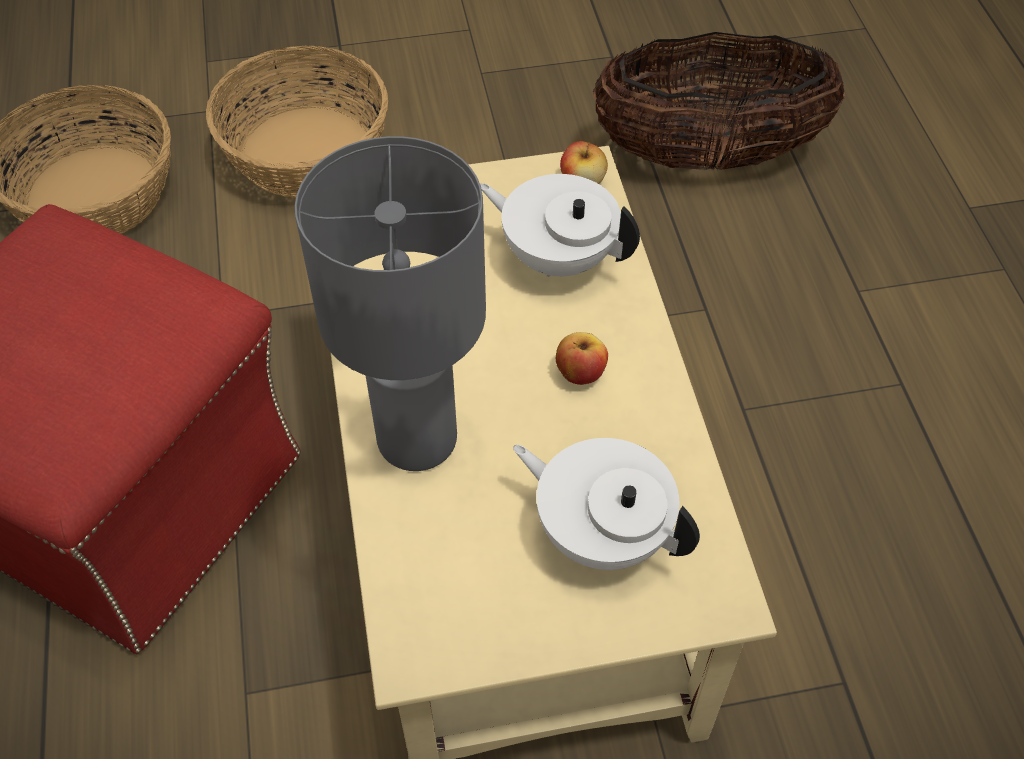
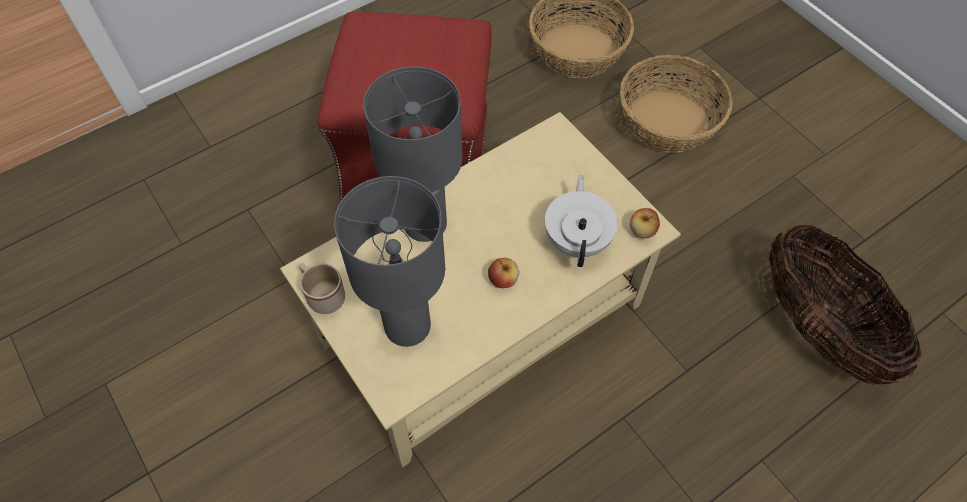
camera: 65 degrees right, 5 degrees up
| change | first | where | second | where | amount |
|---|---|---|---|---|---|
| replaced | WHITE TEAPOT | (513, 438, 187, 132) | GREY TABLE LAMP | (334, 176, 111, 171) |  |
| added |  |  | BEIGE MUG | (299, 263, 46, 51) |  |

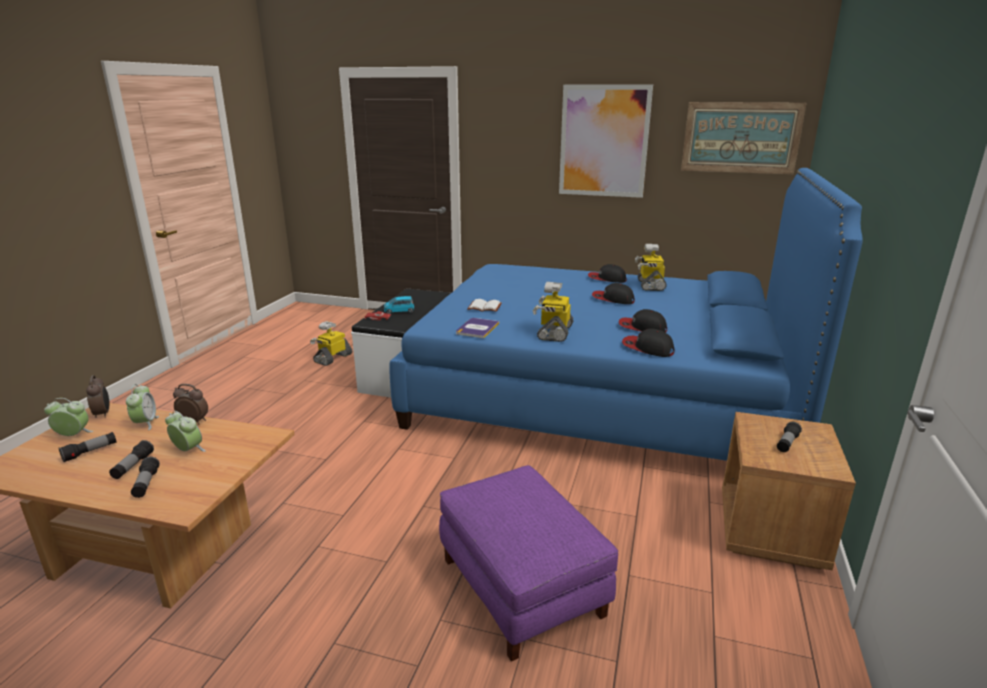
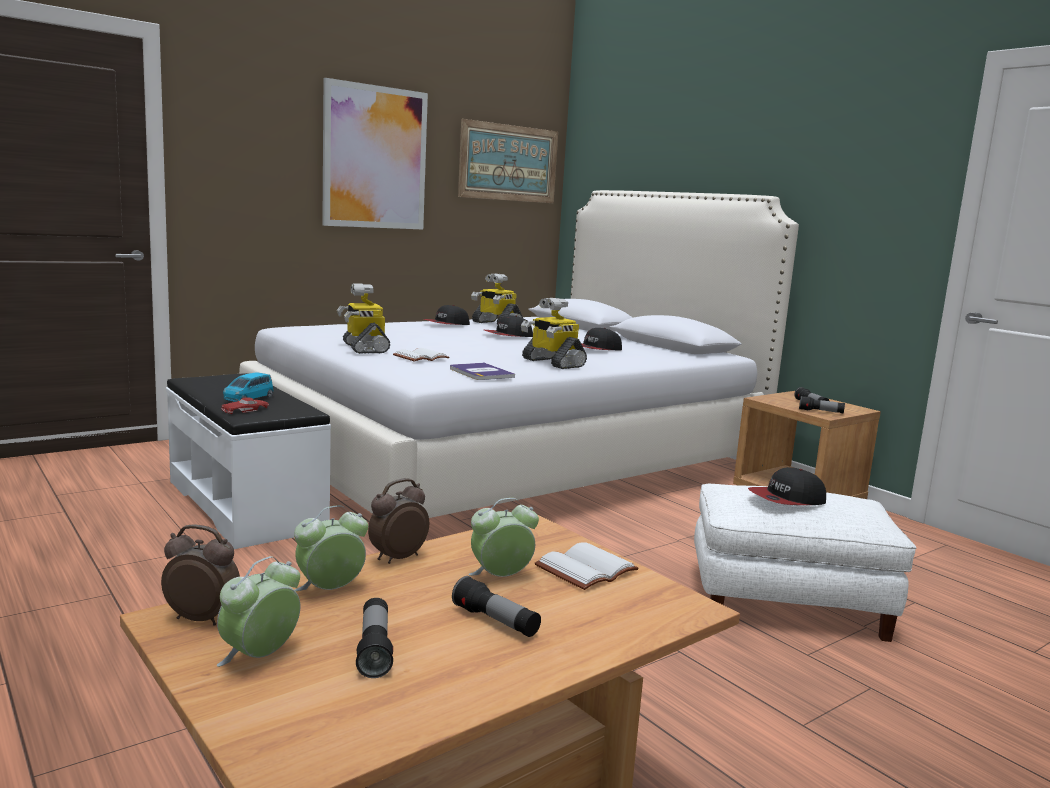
camera: 55 degrees left, 10 degrees down
| change | first | where | second | where | amount |
|---|---|---|---|---|---|
| turned | ALARM CLOCK | (126, 384, 33, 46) |  | (294, 505, 74, 86) | 60 degrees counterclockwise |
| moved | FLASHLIGHT | (131, 457, 29, 41) |  | (799, 396, 46, 18) |  |
| moved | TOY ROBOT | (310, 321, 42, 45) |  | (337, 284, 53, 70) |  |
| recoloured | BLUE BED | (389, 168, 474, 293) | WHITE BED | (239, 190, 560, 328) |  |
| recoloured | PURPLE OTTOMAN | (439, 465, 179, 196) | WHITE OTTOMAN | (694, 484, 222, 158) |  |
| moved | CAP | (622, 328, 53, 29) |  | (748, 467, 78, 38) |  |
| added |  |  | WHITE BOOK | (535, 542, 103, 48) |  |

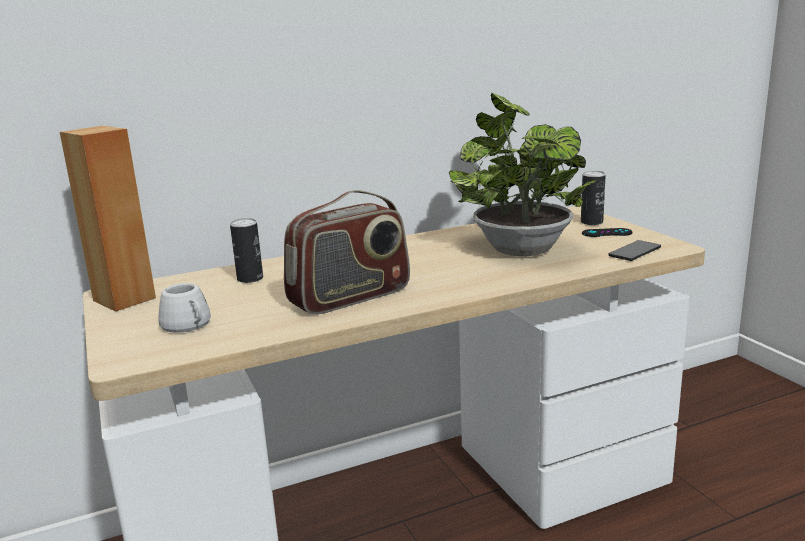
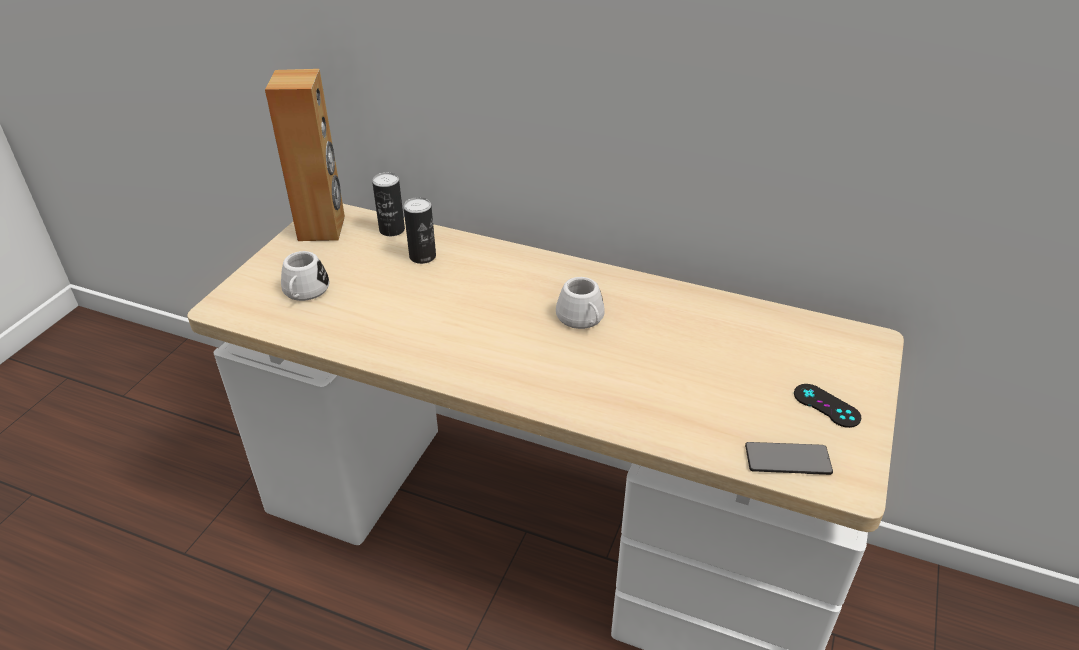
camera: 45 degrees right, 20 degrees up
| change | first | where | second | where | amount |
|---|---|---|---|---|---|
| removed | RADIO | (284, 190, 126, 125) |  |  |  |
| removed | POTTED PLANT | (449, 93, 149, 164) |  |  |  |
| moved | CAN | (581, 171, 25, 54) |  | (372, 172, 33, 64) |  |
| added |  |  | WHITE MUG | (556, 277, 49, 52) |  |

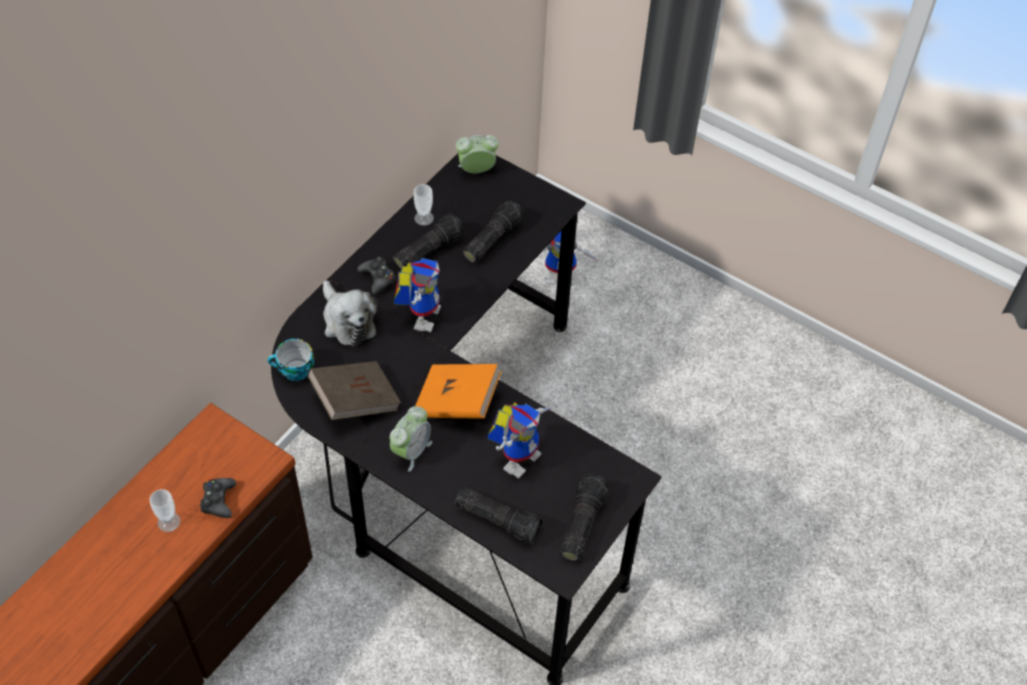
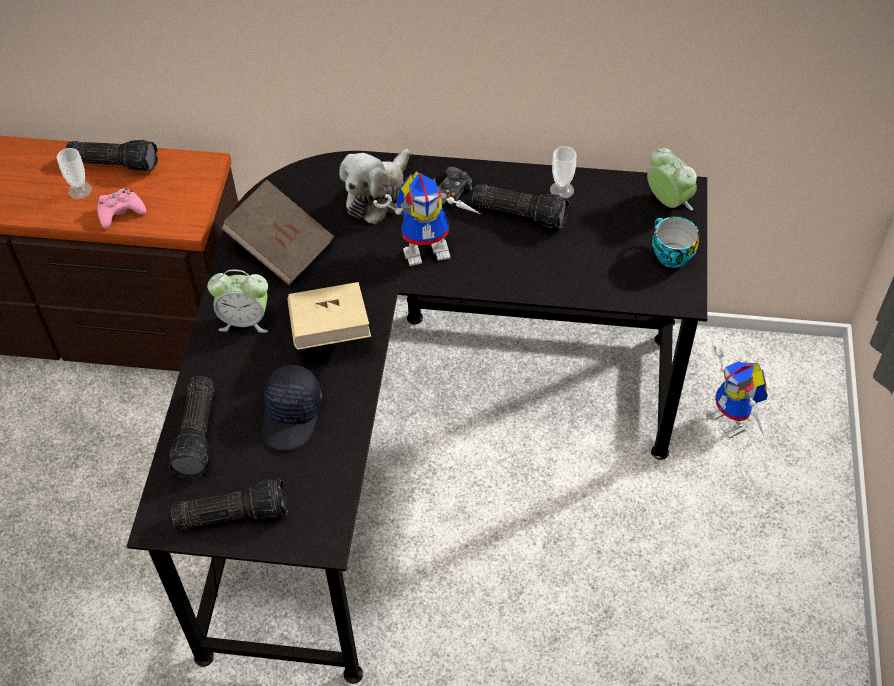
camera: 65 degrees right, 0 degrees up
| change | first | where | second | where | amount |
|---|---|---|---|---|---|
| recoloured | BLACK GAME CONTROLLER | (200, 478, 36, 40) | PINK GAME CONTROLLER | (97, 188, 49, 40) |  |
| moved | CUP | (268, 339, 46, 42) |  | (652, 217, 47, 51) |  |
| recoloured | ORANGE BOOK | (415, 364, 87, 55) | BEIGE BOOK | (288, 282, 83, 68) |  |
| moved | FLASHLIGHT | (463, 200, 61, 63) |  | (66, 140, 92, 32) |  |
| replaced | TOY ROBOT | (488, 402, 63, 77) | BLACK CAP | (262, 365, 60, 85) |  |

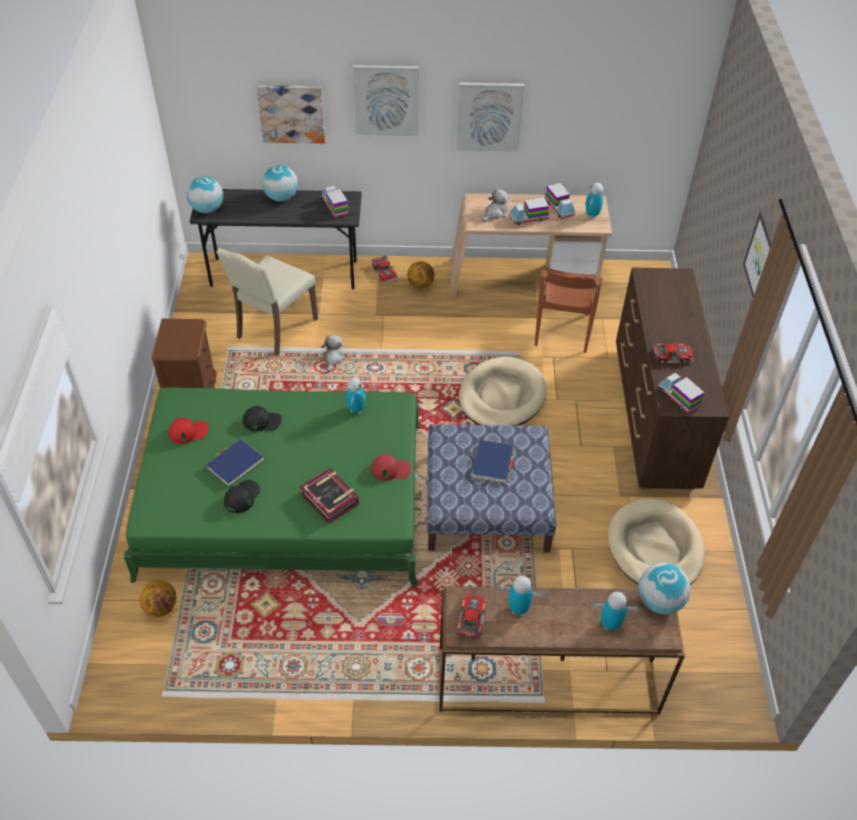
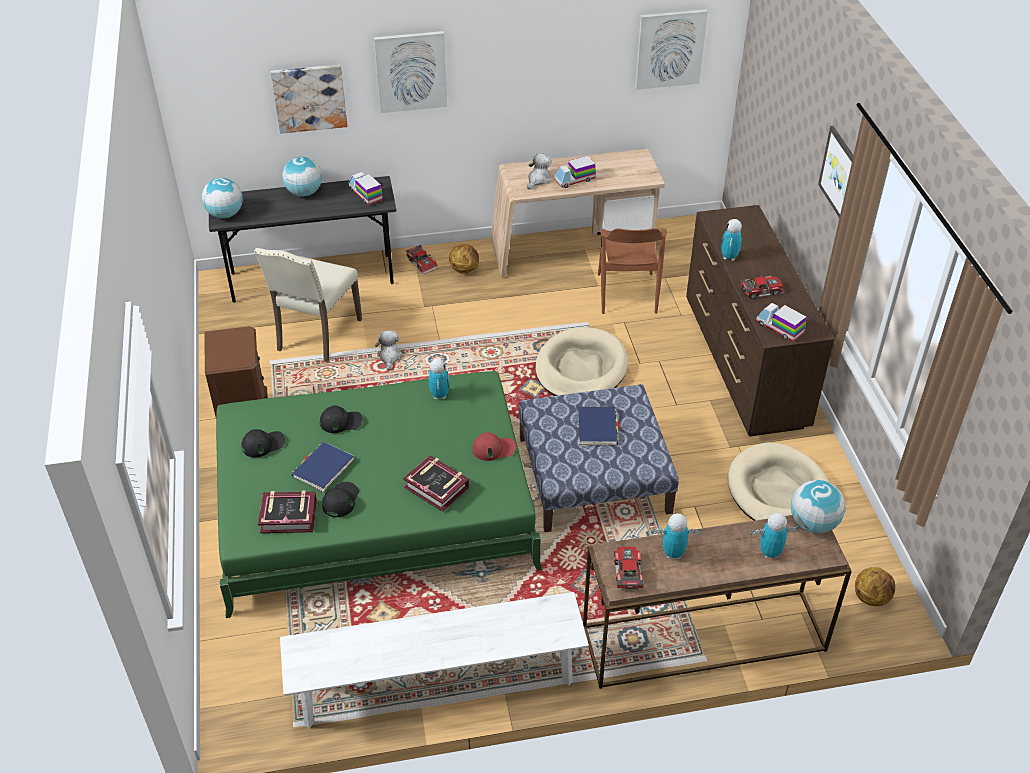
camera: 10 degrees left, 5 degrees down
| change | first | where | second | where | amount |
|---|---|---|---|---|---|
| moved | BASKETBALL | (140, 580, 36, 37) |  | (855, 567, 40, 39) |  |
| recoloured | RED CAP | (169, 418, 39, 26) | BLACK CAP | (241, 429, 44, 28) |  |
| moved | PICTURE | (457, 82, 68, 70) |  | (635, 9, 73, 81) |  |
| removed | TOY TRUCK | (545, 183, 30, 36) |  |  |  |
| moved | TOY ROBOT | (585, 183, 18, 36) |  | (721, 219, 21, 42) |  |
| added |  |  | BOOK | (258, 490, 59, 43) |  |
| added |  |  | WHITE BENCH | (280, 592, 309, 136) |  |

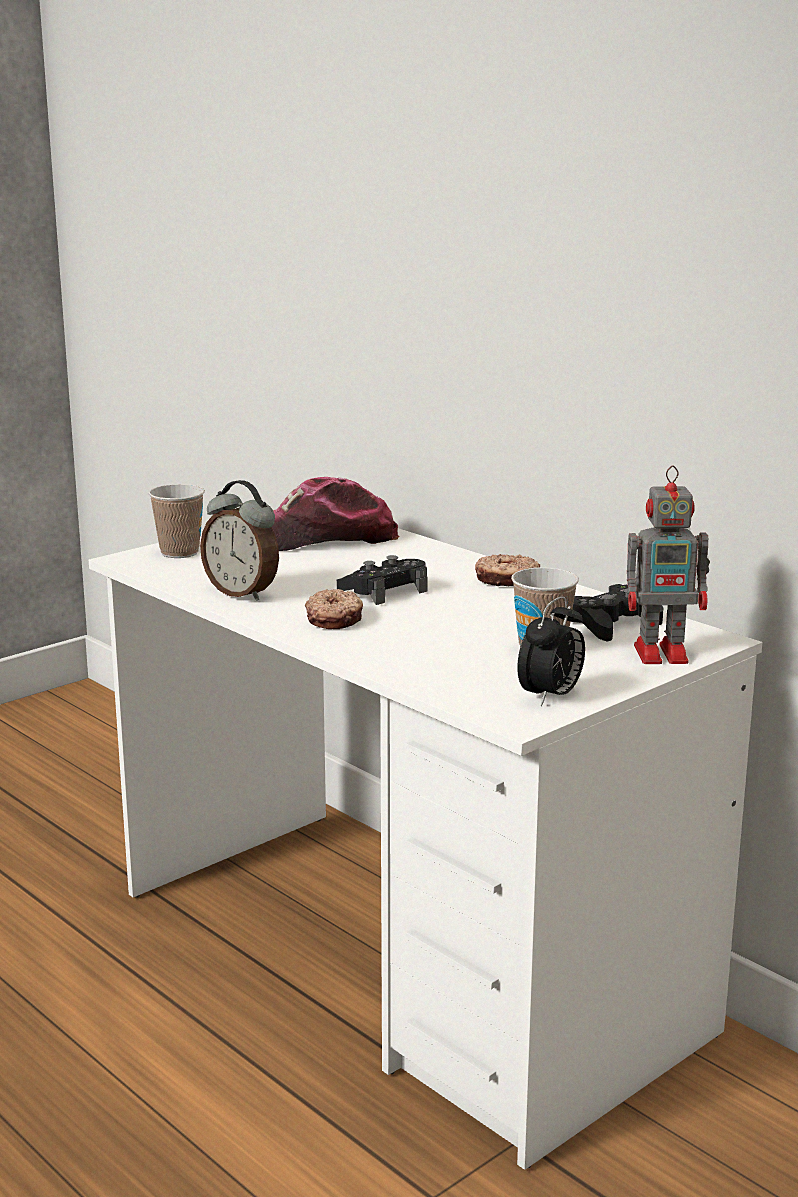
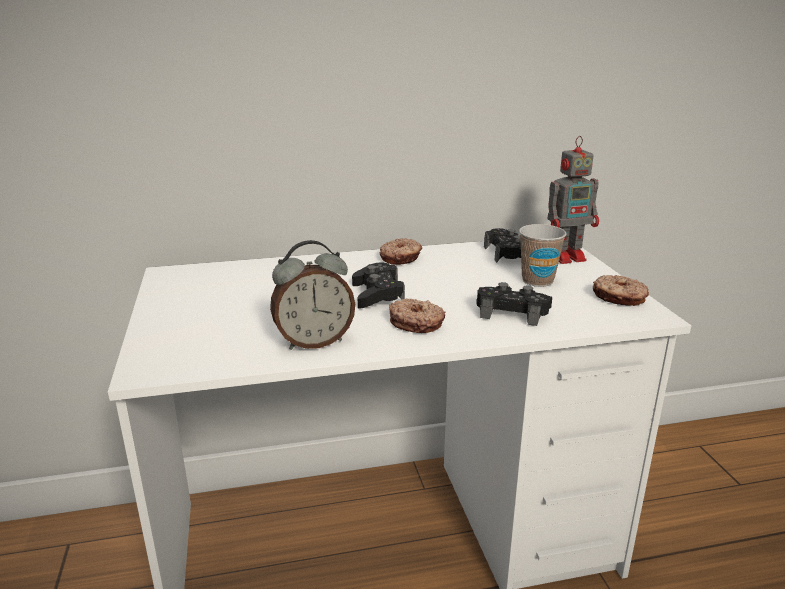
camera: 60 degrees left, 5 degrees up
| change | first | where | second | where | amount |
|---|---|---|---|---|---|
| removed | CUP | (149, 484, 56, 74) |  |  |  |
| removed | CAP | (272, 477, 127, 74) |  |  |  |
| replaced | ALARM CLOCK | (517, 596, 68, 110) | DONUT | (593, 275, 56, 31) |  |
| turned | TOY ROBOT | (627, 465, 83, 199) |  | (548, 136, 51, 128) | 45 degrees clockwise |
| added |  |  | BLACK GAME CONTROLLER | (476, 282, 76, 44) |  |

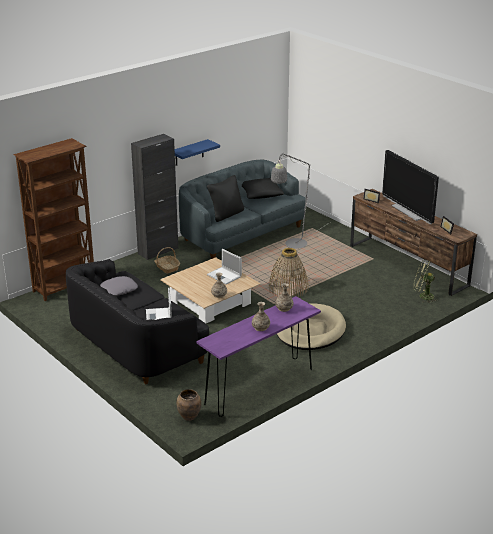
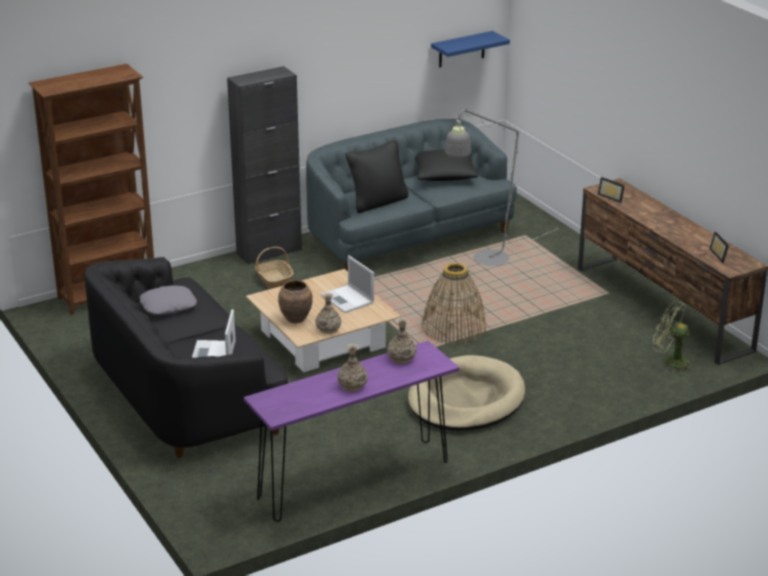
camera: 10 degrees right, 0 degrees up
| change | first | where | second | where | amount |
|---|---|---|---|---|---|
| moved | BLUE SHELF | (175, 139, 45, 27) |  | (431, 31, 79, 36) |  |
| moved | BROWN VASE | (176, 389, 26, 32) |  | (278, 280, 35, 43) |  |
| removed | TELEVISION | (382, 150, 57, 74) |  |  |  |

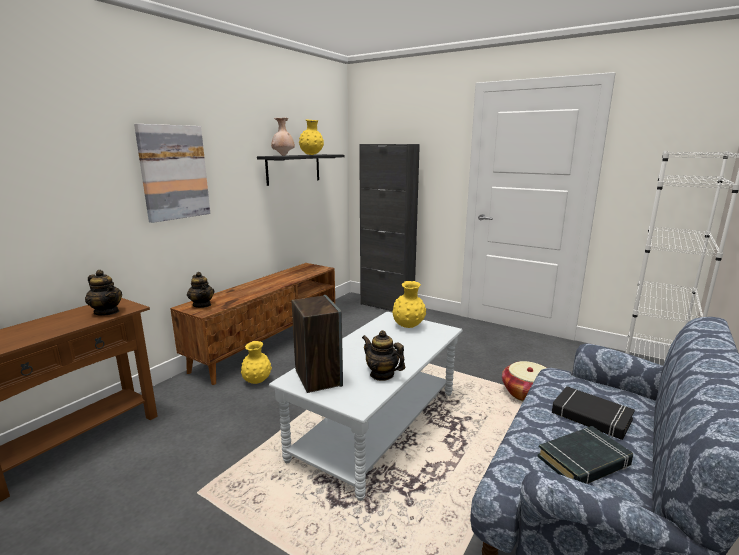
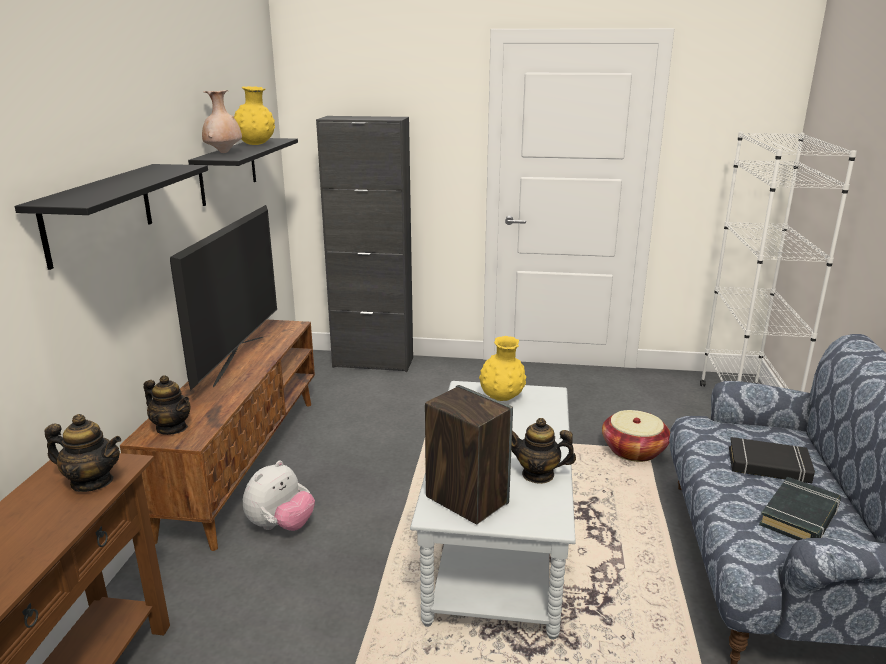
camera: 25 degrees left, 5 degrees up
| change | first | where | second | where | amount |
|---|---|---|---|---|---|
| replaced | PICTURE | (134, 124, 77, 99) | BLACK SHELF | (15, 164, 193, 106) |  |
| replaced | YELLOW VASE | (241, 341, 31, 43) | PLUSH TOY | (243, 461, 72, 70) |  |
| added |  |  | TELEVISION | (170, 205, 107, 186) |  |

